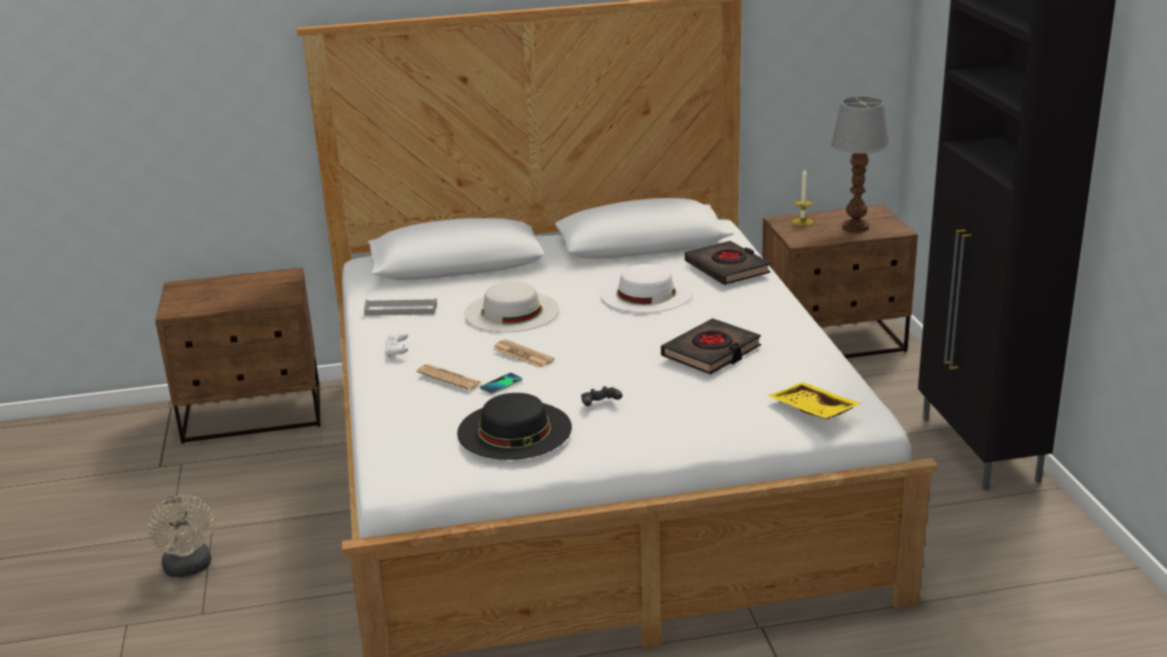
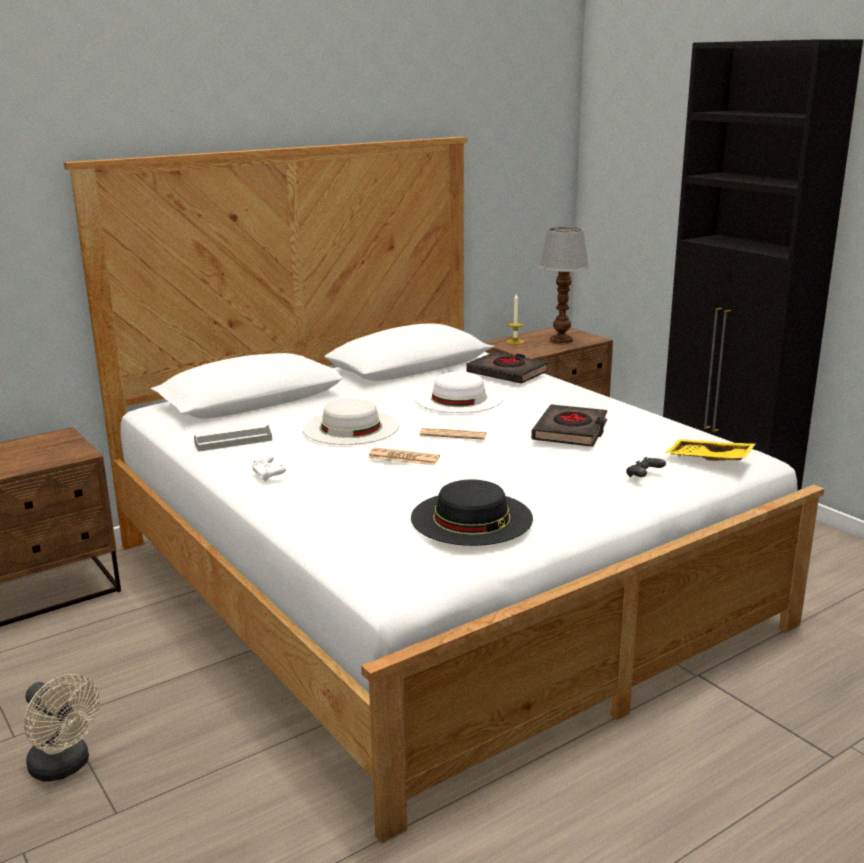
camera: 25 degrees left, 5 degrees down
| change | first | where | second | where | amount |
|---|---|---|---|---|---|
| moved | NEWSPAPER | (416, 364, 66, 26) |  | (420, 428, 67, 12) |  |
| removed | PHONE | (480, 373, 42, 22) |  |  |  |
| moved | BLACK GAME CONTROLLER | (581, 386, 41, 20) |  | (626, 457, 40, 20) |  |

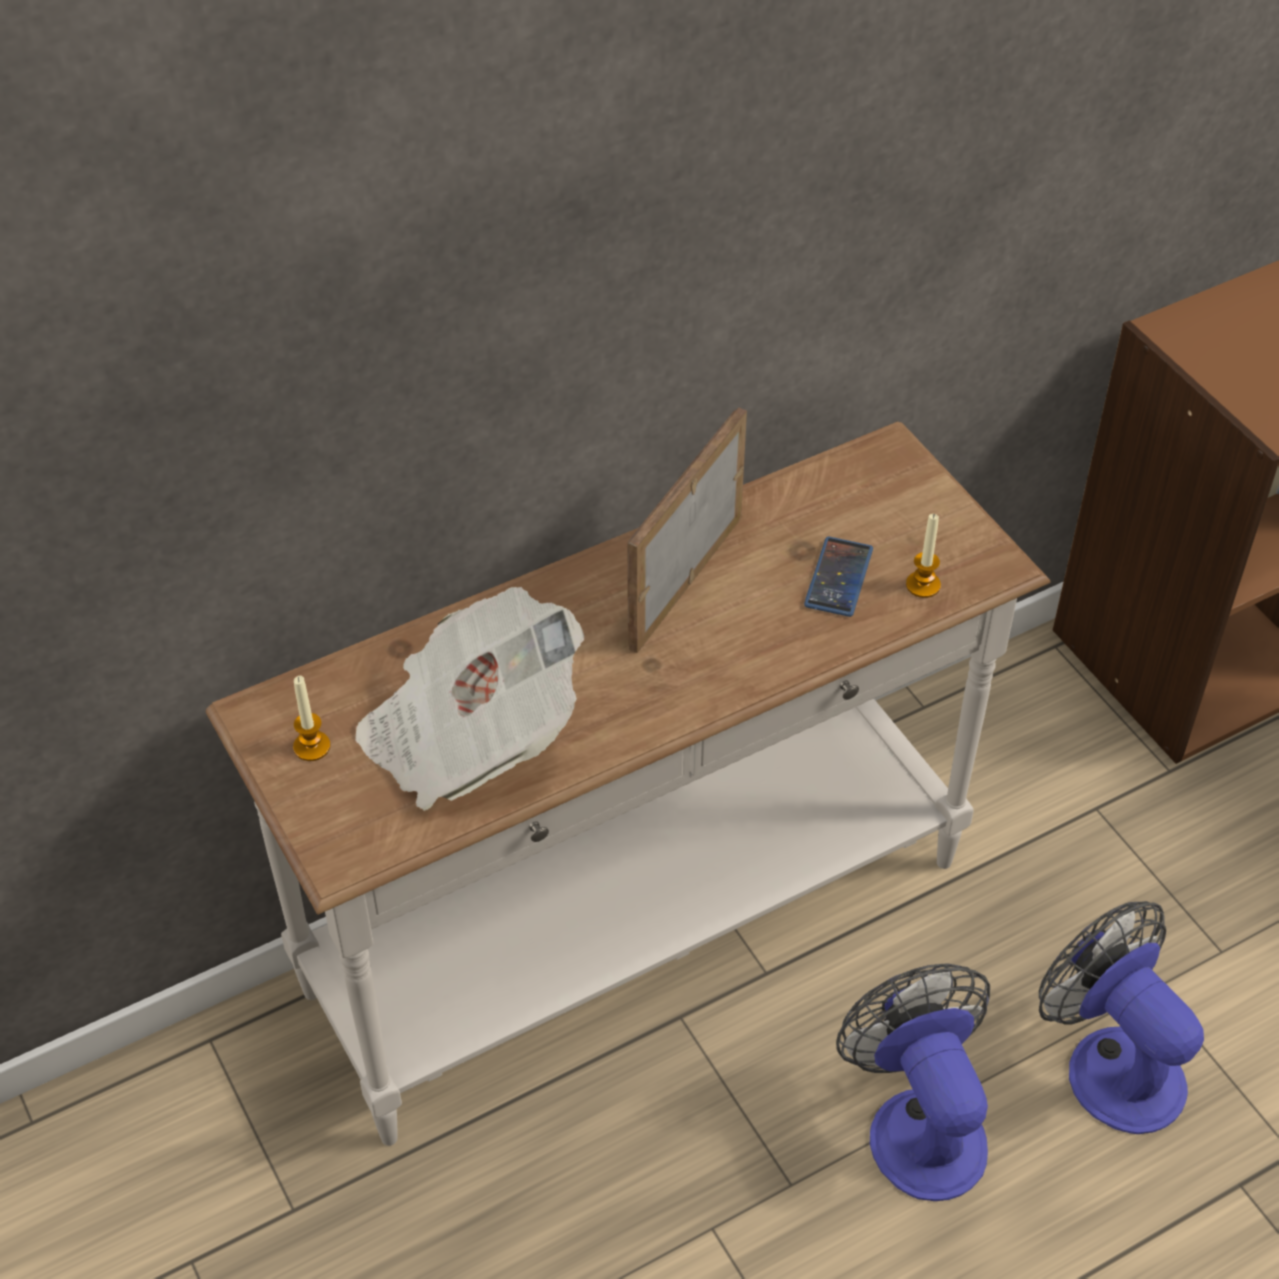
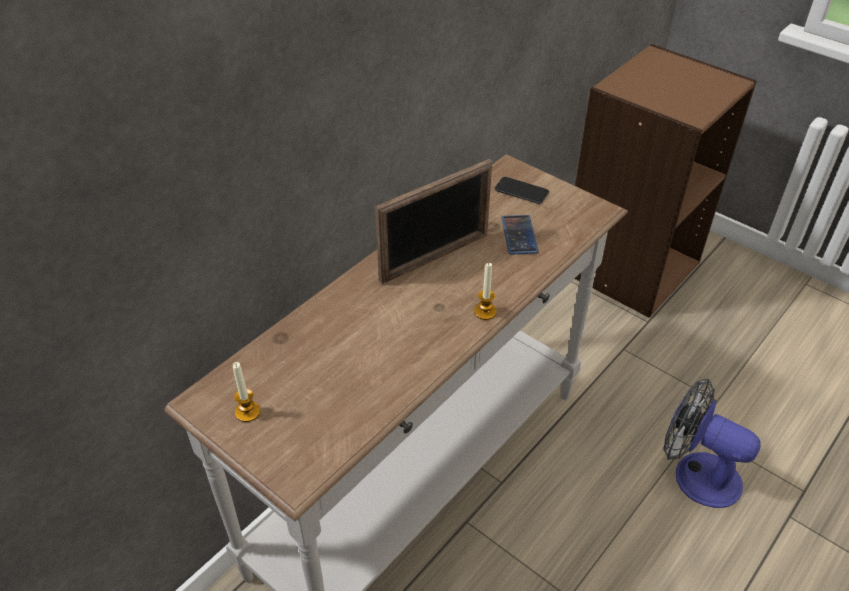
camera: 20 degrees left, 5 degrees down
| change | first | where | second | where | amount |
|---|---|---|---|---|---|
| removed | NEWSPAPER | (355, 587, 229, 224) |  |  |  |
| turned | PICTURE FRAME | (627, 408, 120, 245) |  | (375, 159, 117, 125) | 135 degrees counterclockwise |
| removed | FAN | (836, 963, 154, 238) |  |  |  |
| moved | CANDLE | (906, 514, 35, 84) |  | (474, 263, 23, 57) |  |
| added |  |  | PHONE | (494, 177, 55, 27) |  |

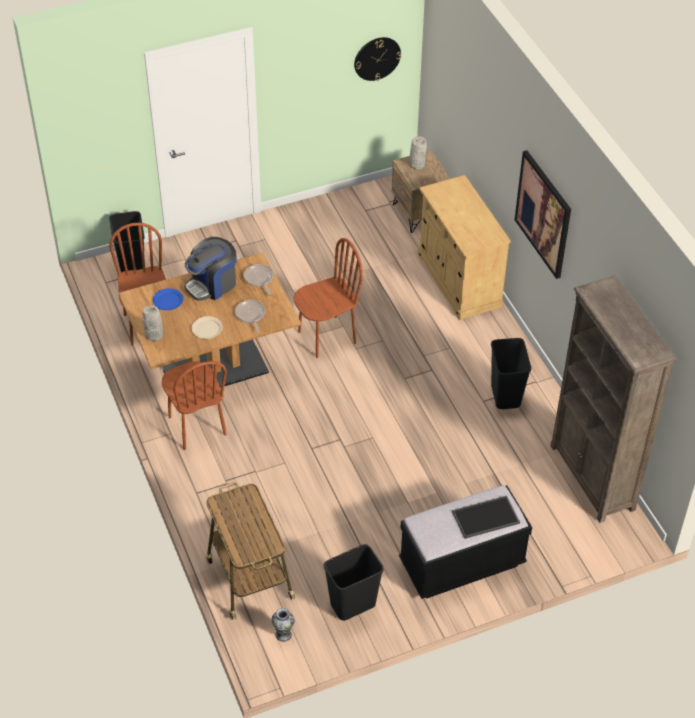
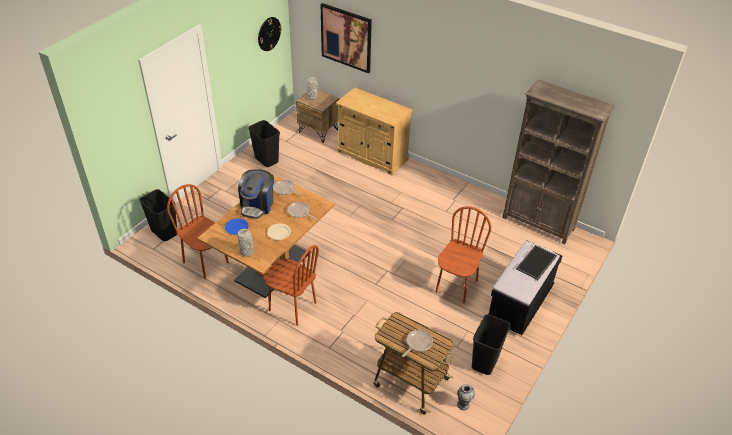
camera: 35 degrees left, 5 degrees down
| change | first | where | second | where | amount |
|---|---|---|---|---|---|
| moved | BROWN CHAIR | (293, 238, 70, 120) |  | (436, 206, 55, 98) |  |
| moved | BLACK TRASH CAN | (491, 338, 40, 71) |  | (248, 120, 32, 47) |  |
| moved | PICTURE | (515, 150, 56, 129) |  | (320, 3, 52, 70) |  |
| added |  |  | FRYING PAN | (402, 330, 31, 27) |  |

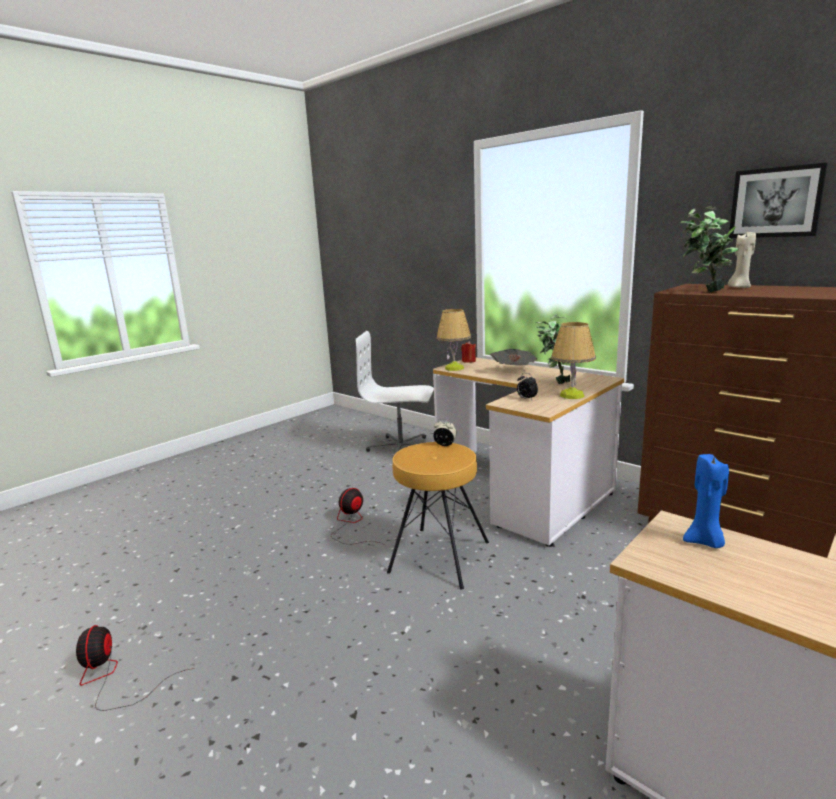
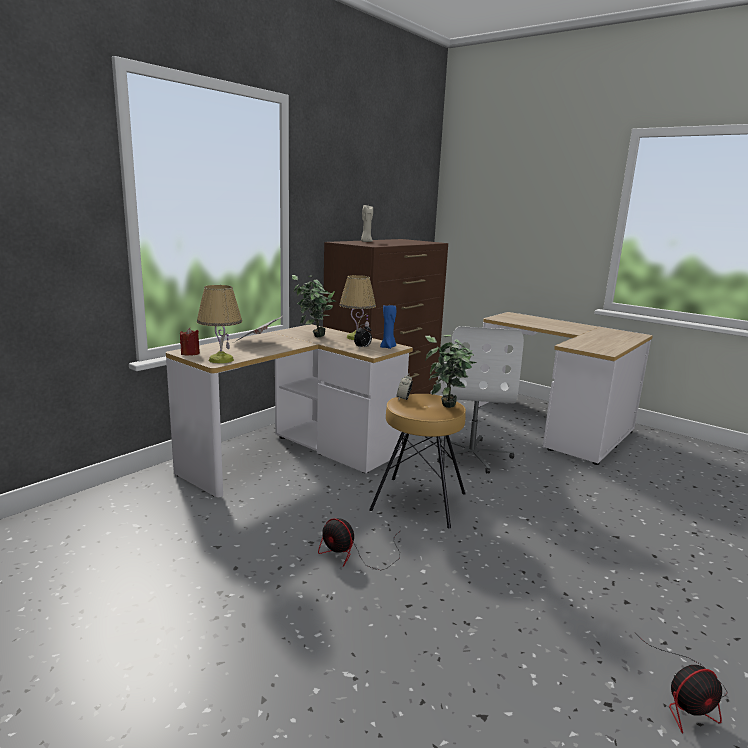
camera: 95 degrees left, 0 degrees up
| change | first | where | second | where | amount |
|---|---|---|---|---|---|
| moved | WHITE OFFICE CHAIR | (356, 331, 78, 126) |  | (437, 326, 87, 147) |  |
| moved | POTTED PLANT | (680, 207, 59, 85) |  | (425, 335, 52, 73) |  |
| moved | BLUE CANDLE | (683, 454, 46, 94) |  | (380, 305, 16, 44) |  |
| removed | PICTURE | (729, 163, 99, 75) |  |  |  |

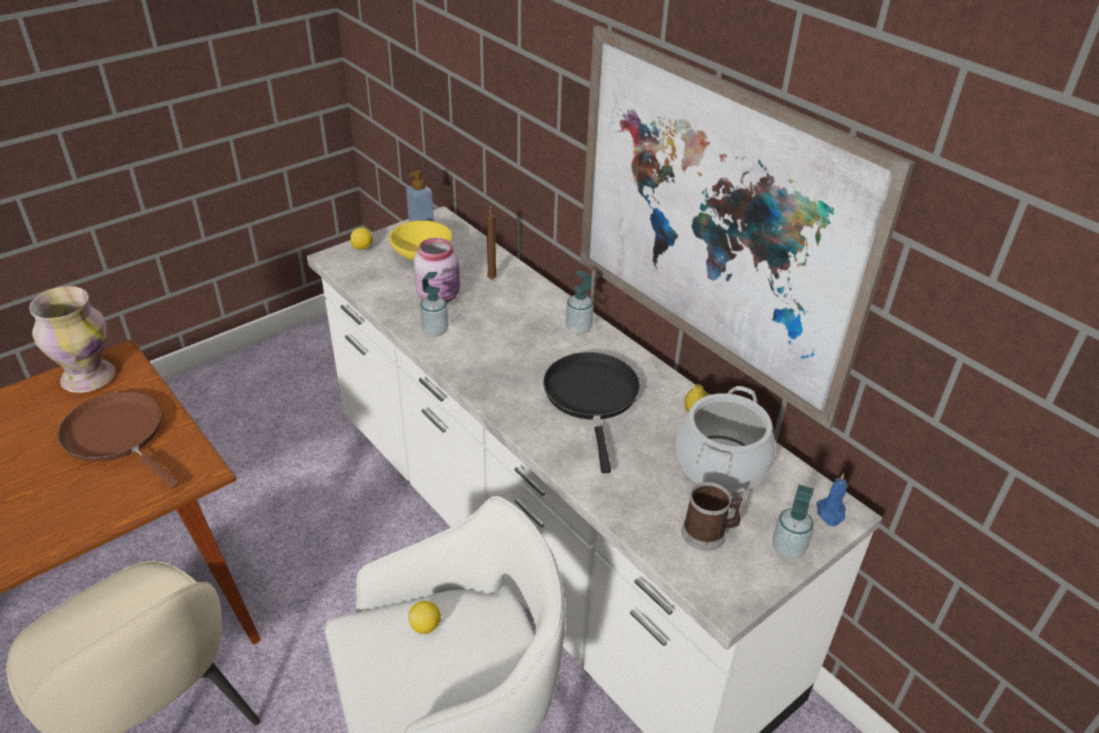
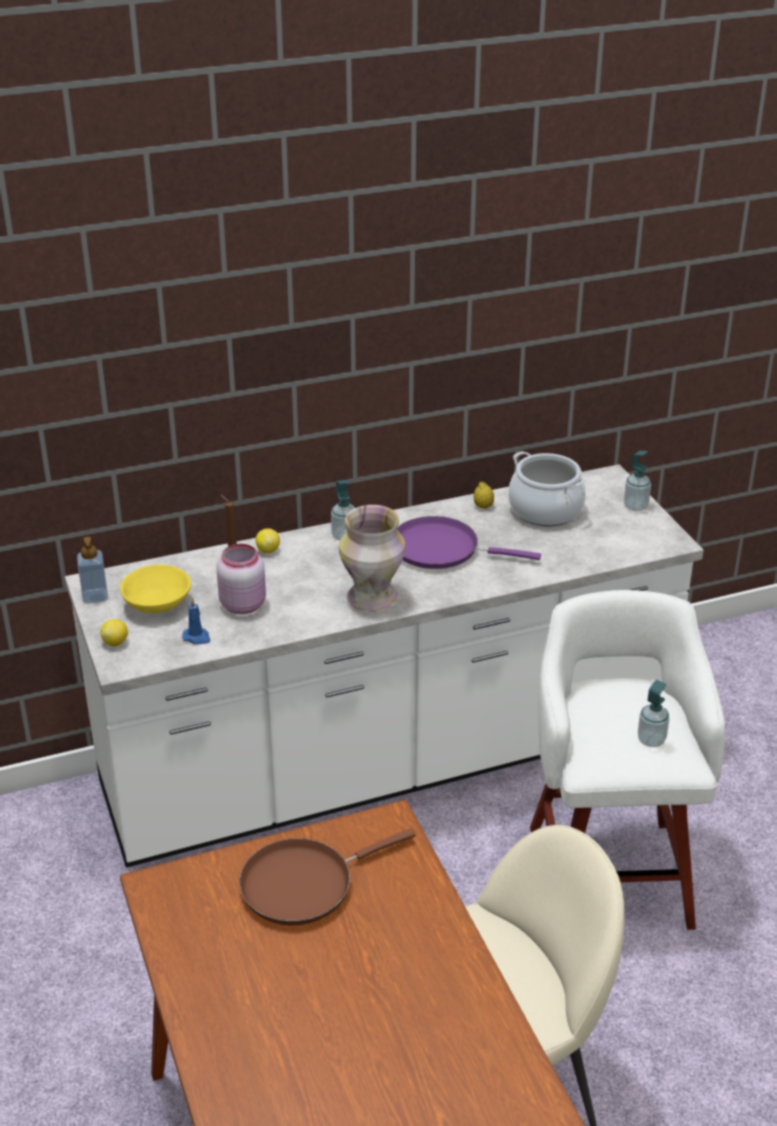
camera: 70 degrees left, 5 degrees down
| change | first | where | second | where | amount |
|---|---|---|---|---|---|
| moved | VASE | (29, 286, 86, 107) |  | (339, 505, 66, 107) |  |
| moved | LEMON | (408, 601, 33, 33) |  | (255, 528, 25, 25) |  |
| moved | SOAP DISPENSER | (420, 272, 29, 64) |  | (638, 680, 31, 67) |  |
| recoloured | BLACK FRYING PAN | (543, 352, 97, 121) | PURPLE FRYING PAN | (397, 516, 144, 53) |  |
| removed | PICTURE | (580, 26, 335, 404) |  |  |  |
| removed | MUG | (682, 482, 61, 69) |  |  |  |
| moved | BLUE CANDLE | (816, 473, 31, 54) |  | (182, 598, 28, 46) |  |

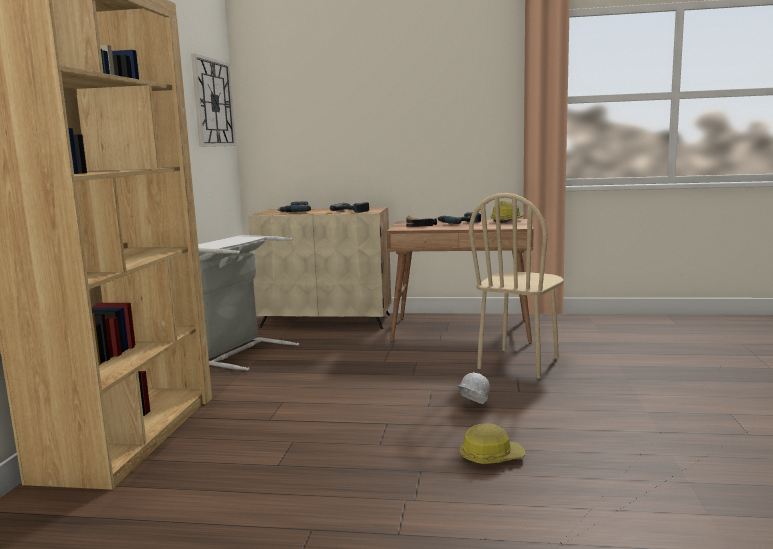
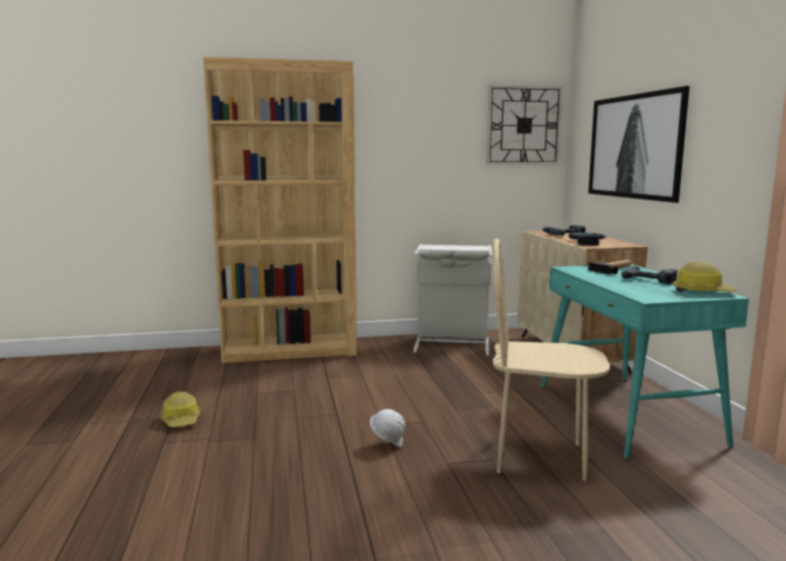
camera: 70 degrees right, 0 degrees up
| change | first | where | second | where | amount |
|---|---|---|---|---|---|
| recoloured | BROWN DESK | (386, 219, 148, 125) | TURQUOISE DESK | (541, 264, 208, 195) |  |
| moved | HARD HAT | (460, 423, 65, 41) |  | (160, 391, 40, 36) |  |
| added |  |  | PICTURE | (588, 86, 102, 117) |  |

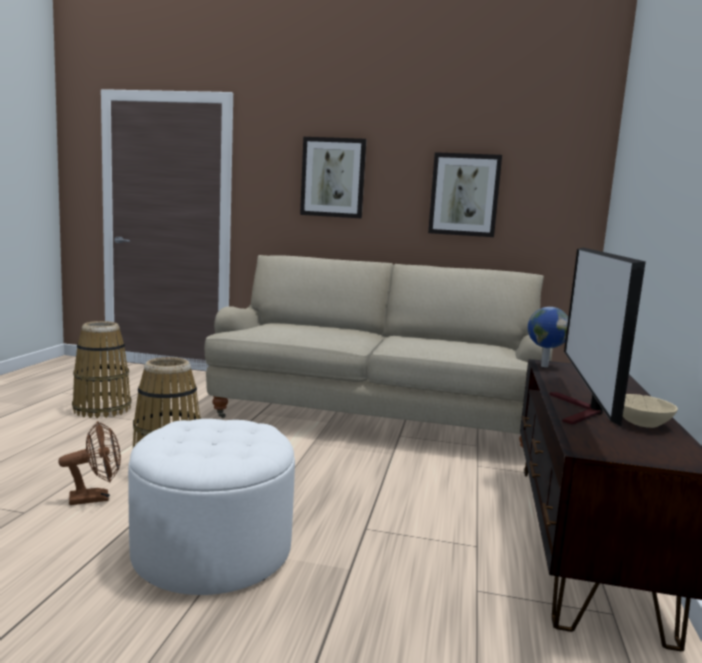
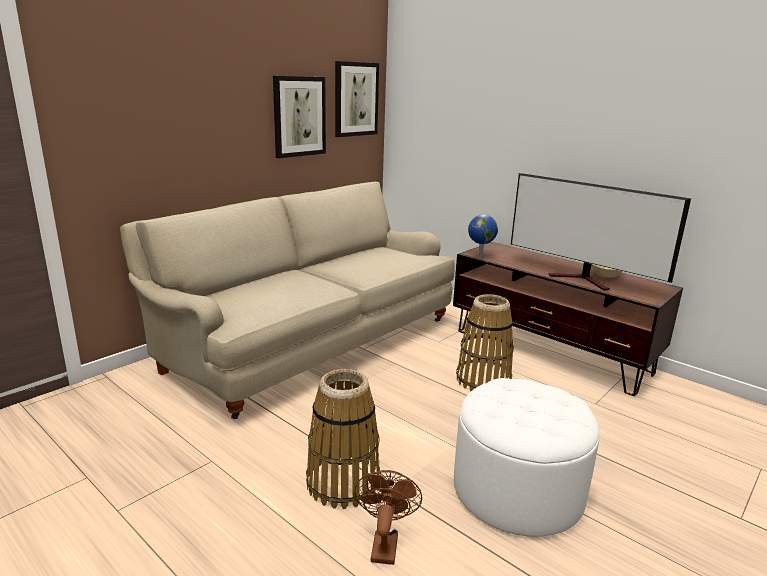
camera: 60 degrees left, 10 degrees up
| change | first | where | second | where | amount |
|---|---|---|---|---|---|
| moved | BASKET | (72, 321, 60, 97) |  | (456, 294, 58, 97) |  |
| moved | PICTURE | (300, 137, 67, 81) |  | (335, 61, 44, 76) |  |

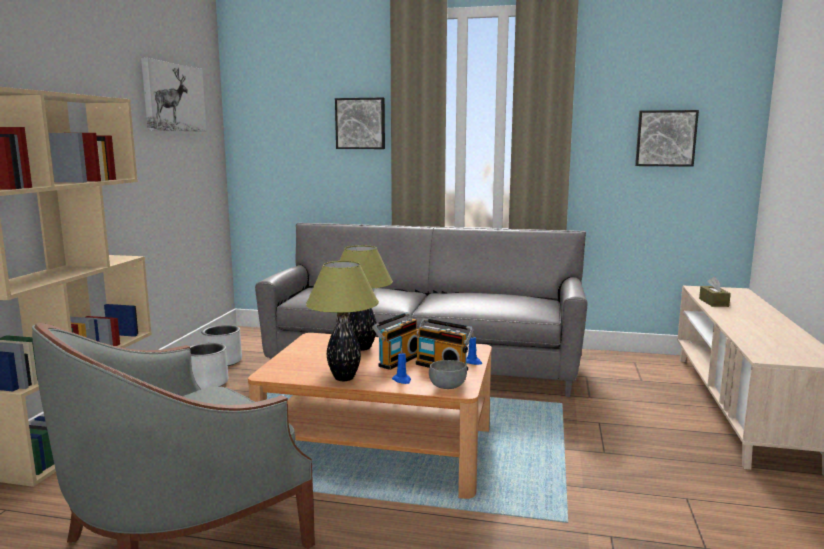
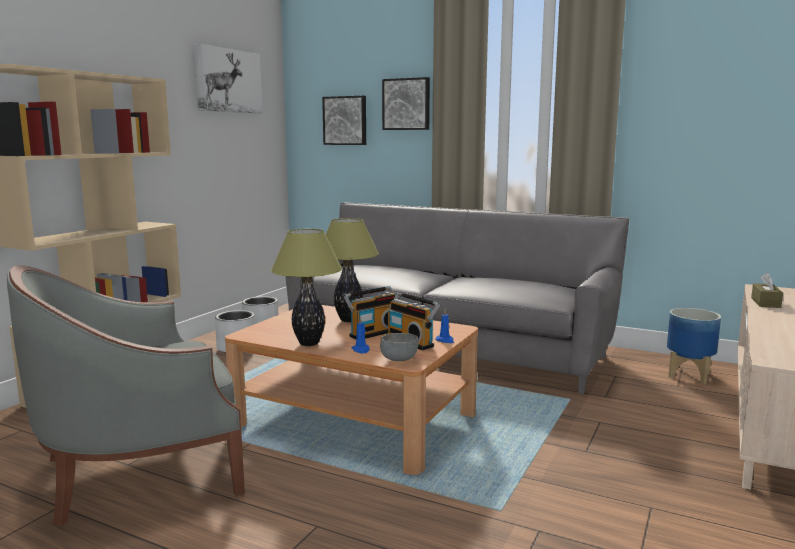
camera: 15 degrees right, 0 degrees up
| change | first | where | second | where | amount |
|---|---|---|---|---|---|
| moved | PICTURE | (635, 110, 64, 57) |  | (322, 96, 44, 49) |  |
| added |  |  | PLANTER | (667, 308, 54, 76) |  |

